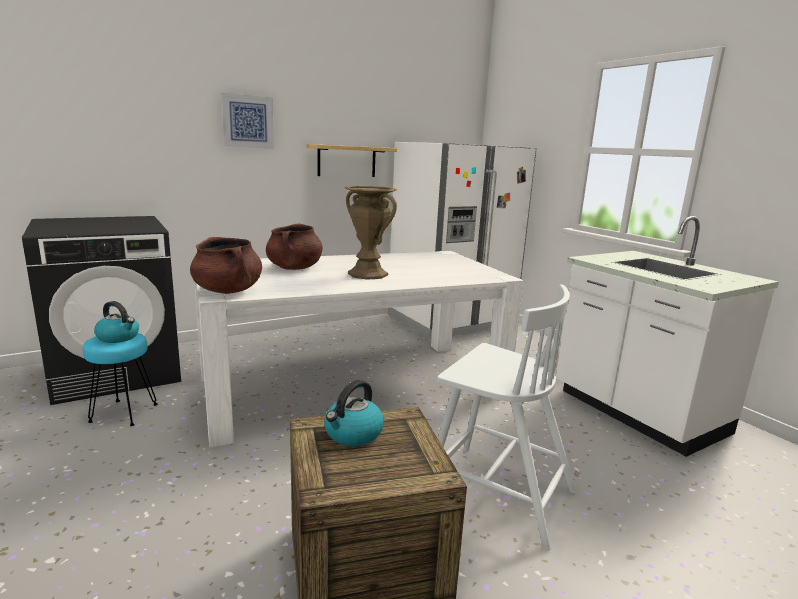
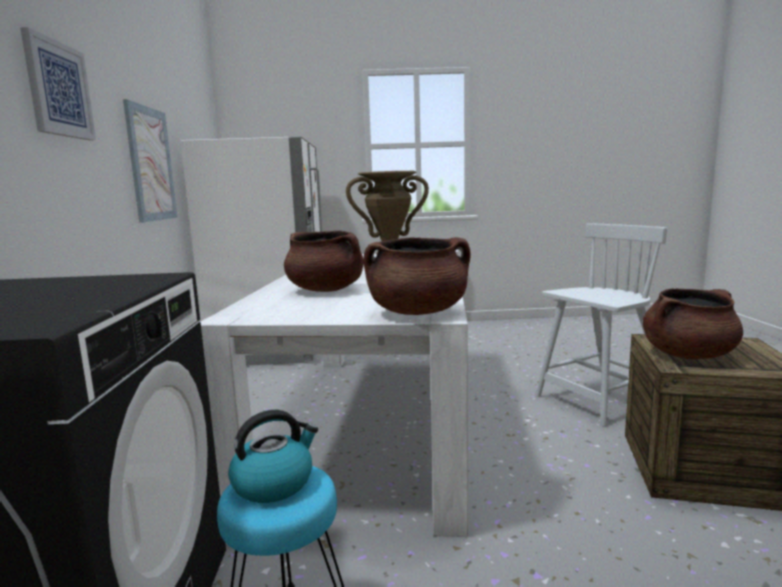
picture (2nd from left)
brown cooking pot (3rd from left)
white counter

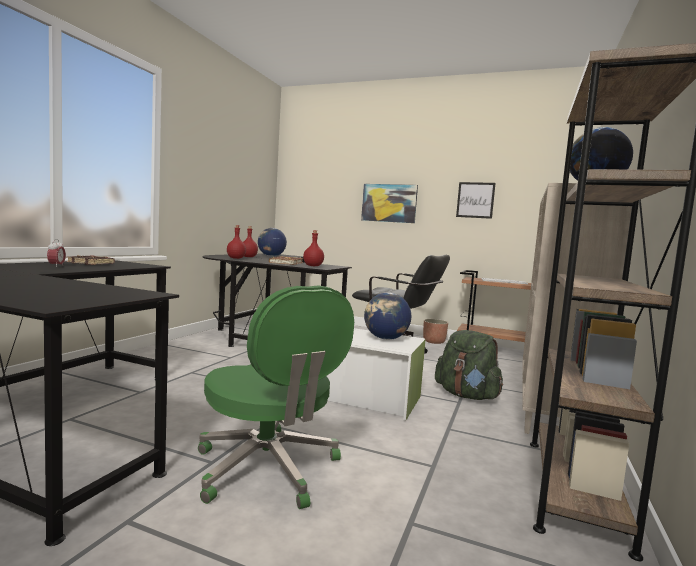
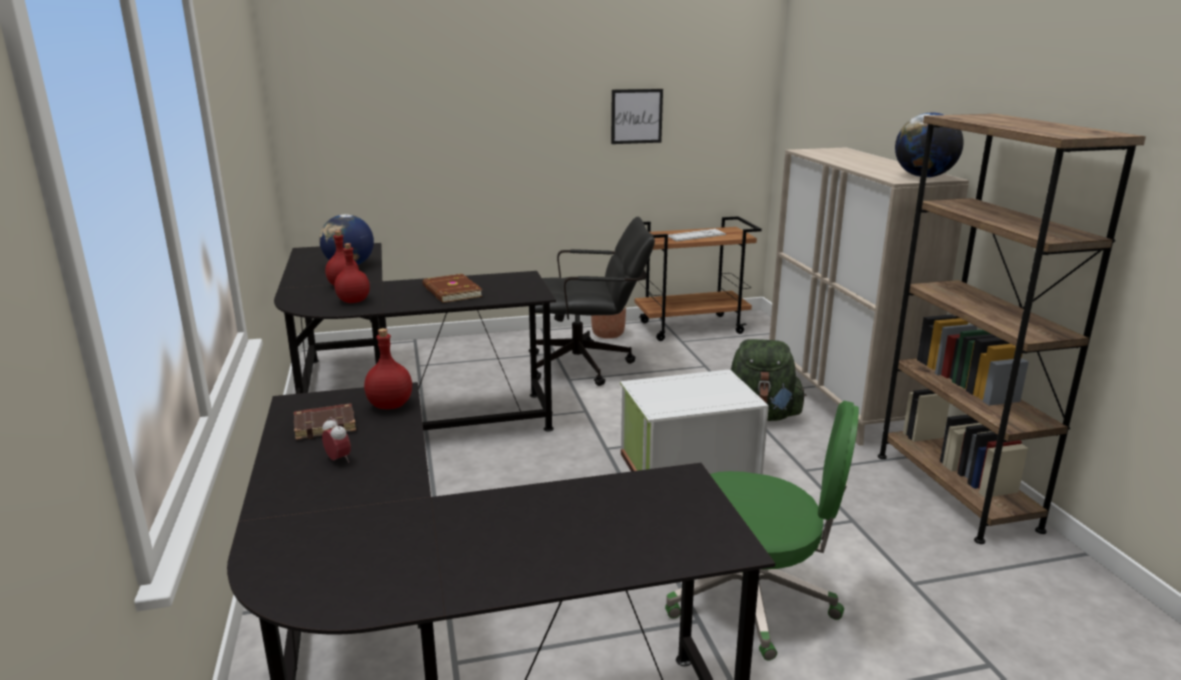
red bottle (3rd from left)
picture (1st from left in the first image)
globe (2nd from left in the first image)

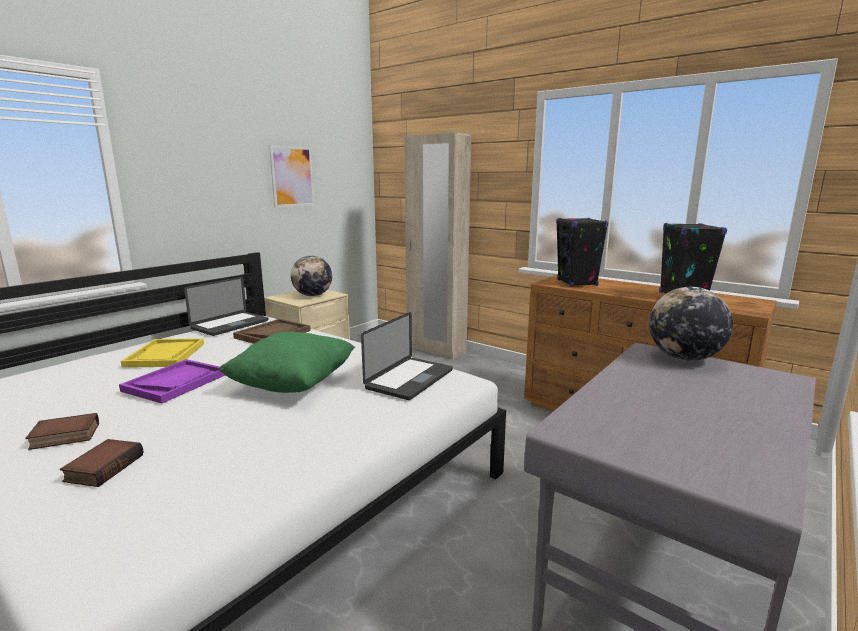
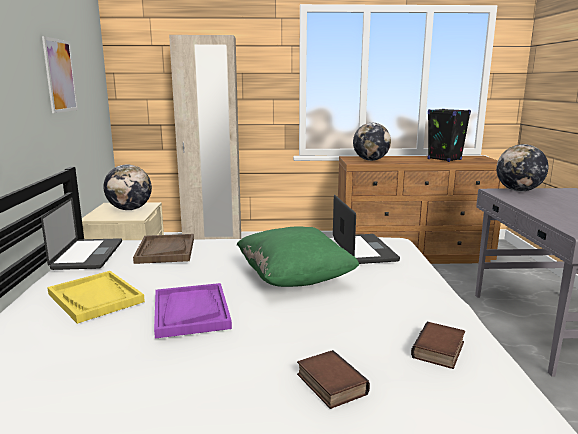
globe (2nd from left)
book (2nd from left)

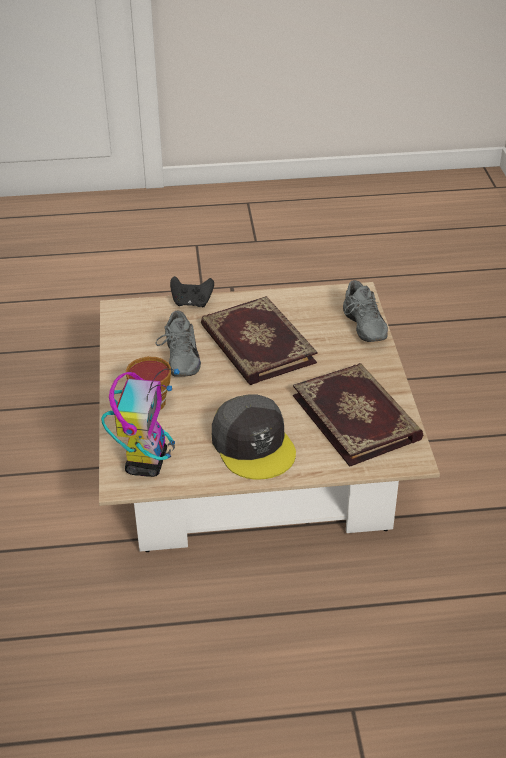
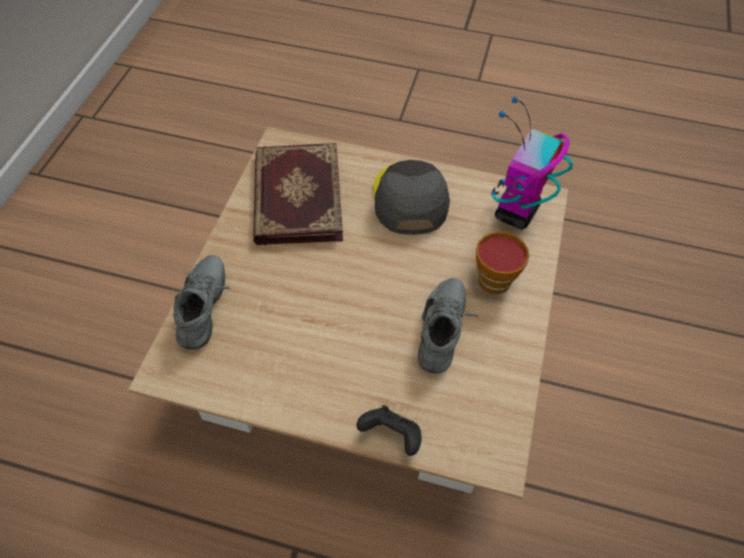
book (1st from left in the first image)

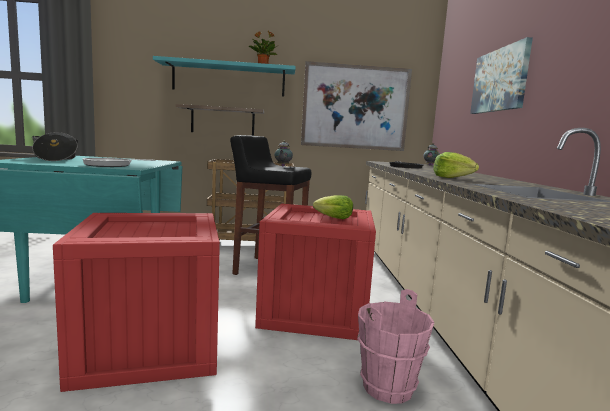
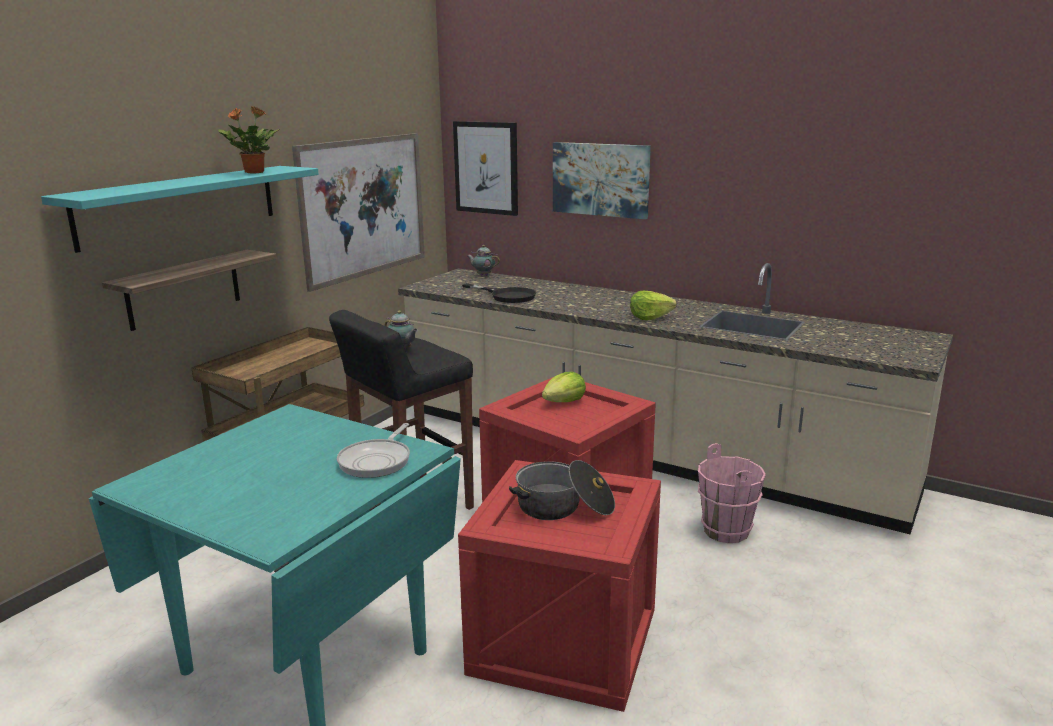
picture (2nd from left)
cooking pot

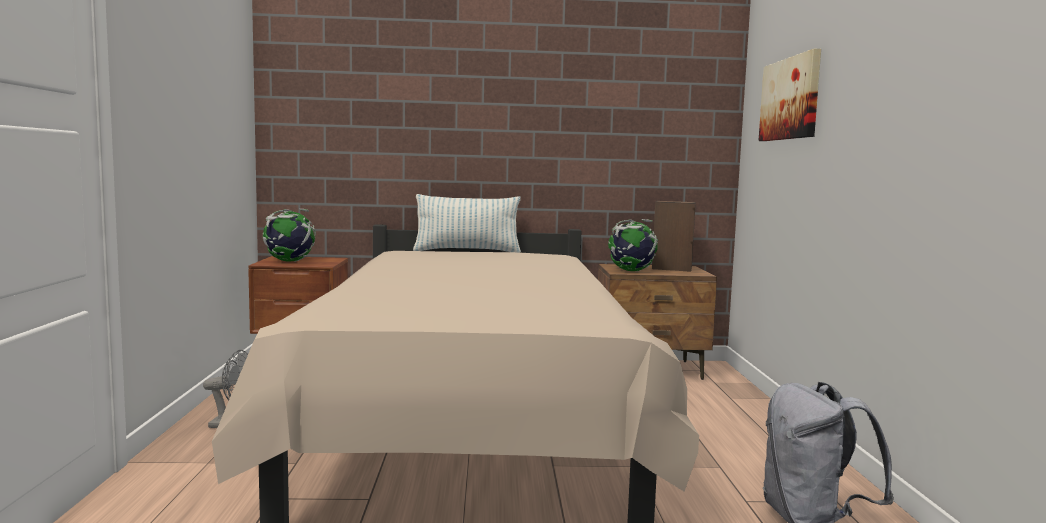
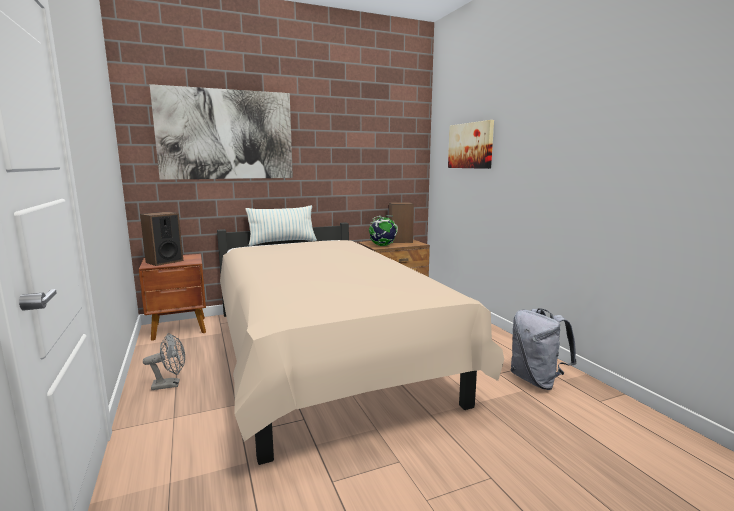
speaker (1st from left)
picture (1st from left)

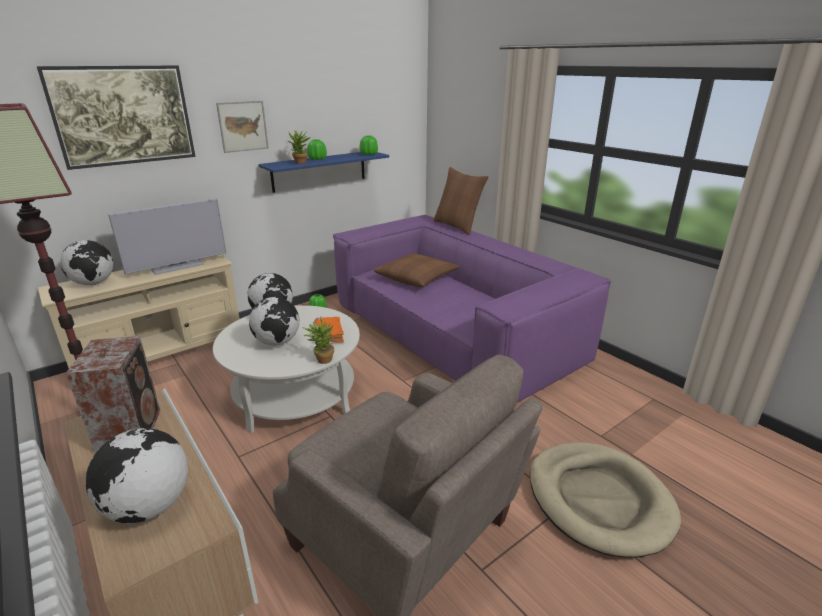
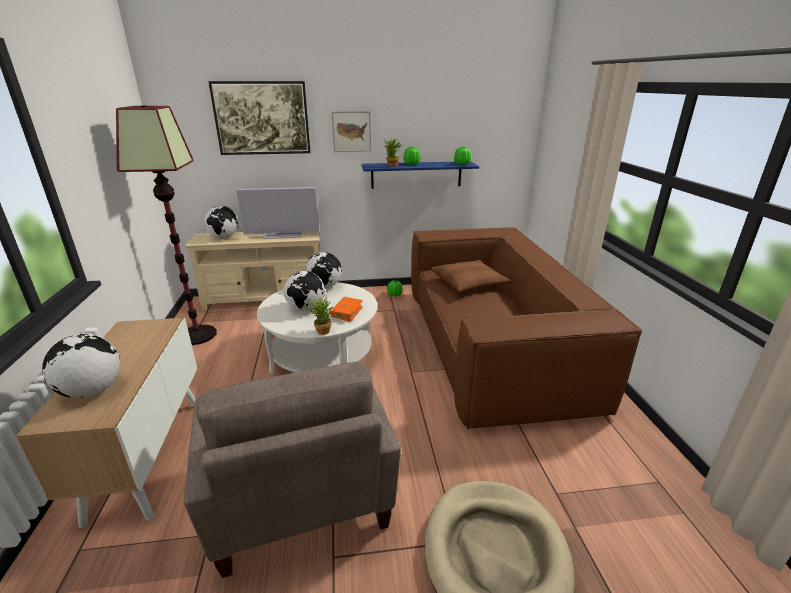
brown sofa
speaker
brown pillow (2nd from left in the first image)

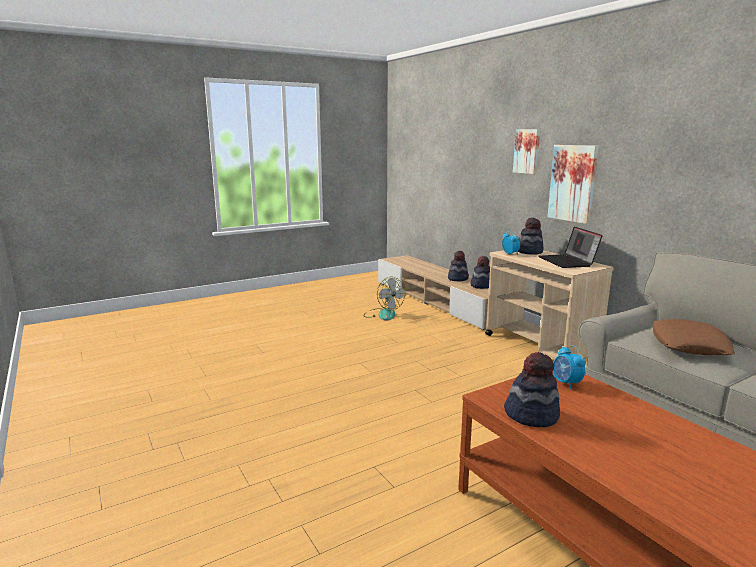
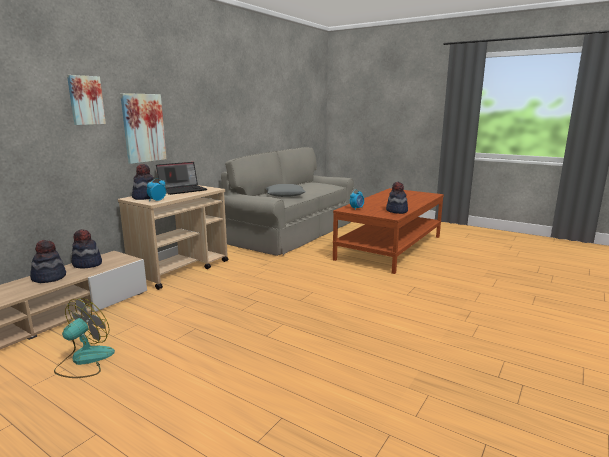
grey pillow

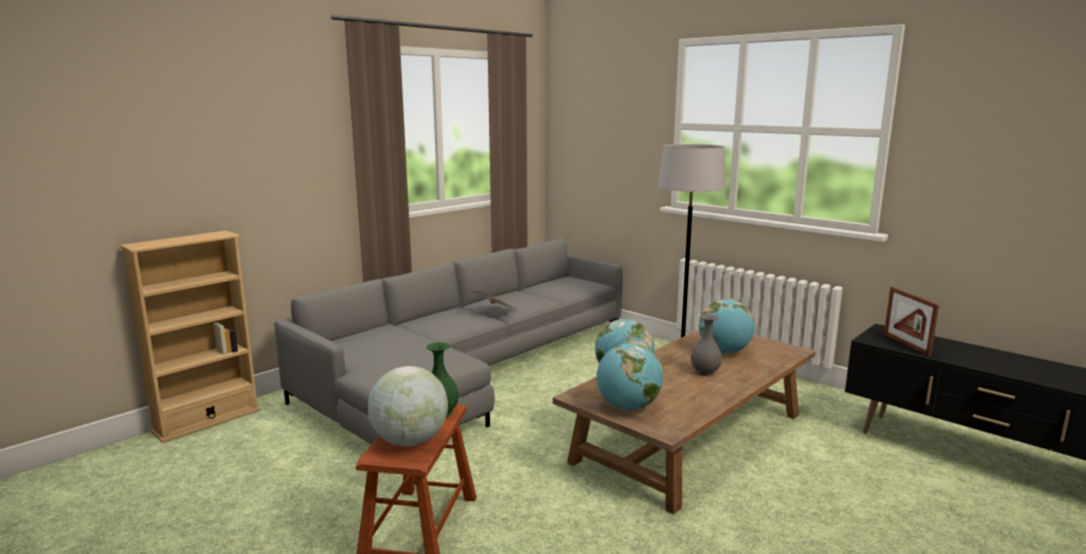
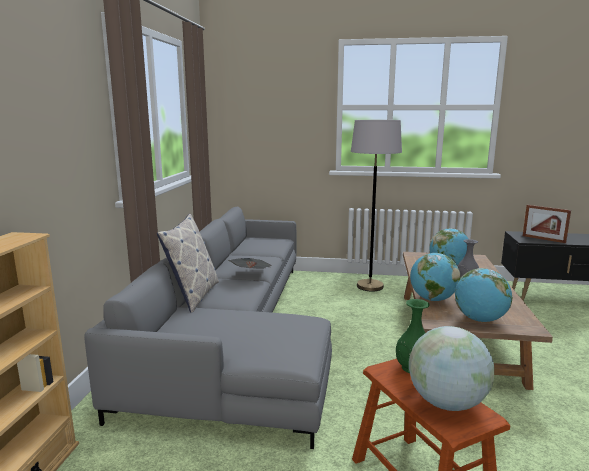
pillow

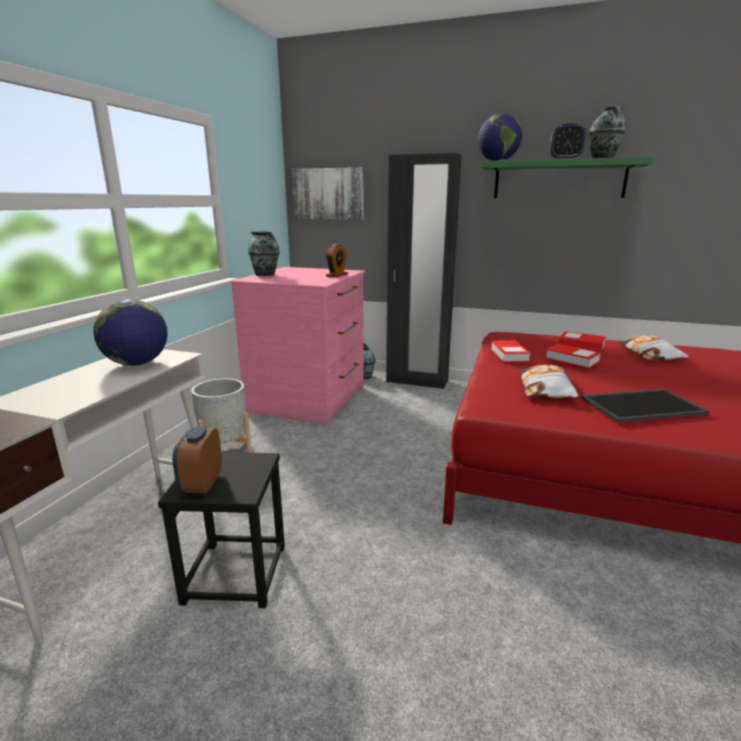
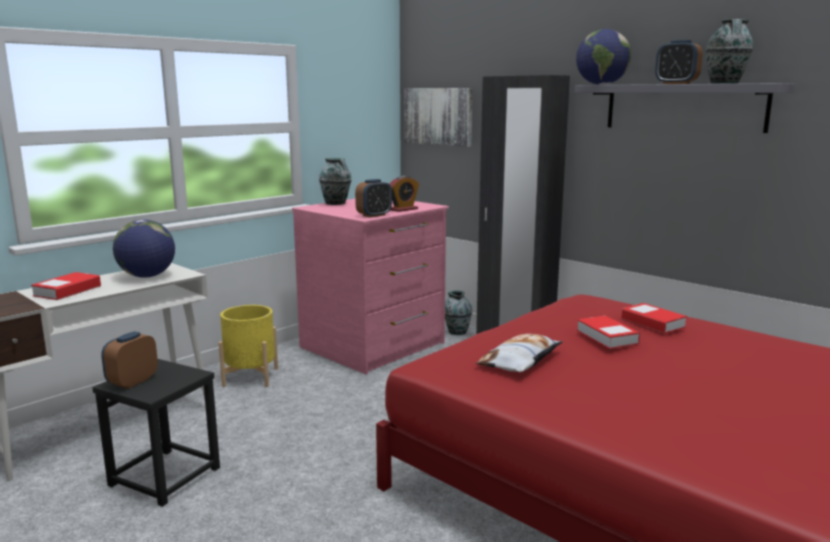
book (1st from left)
yellow planter
alarm clock (2nd from left)
grey shelf
tray
pillow (2nd from left in the first image)

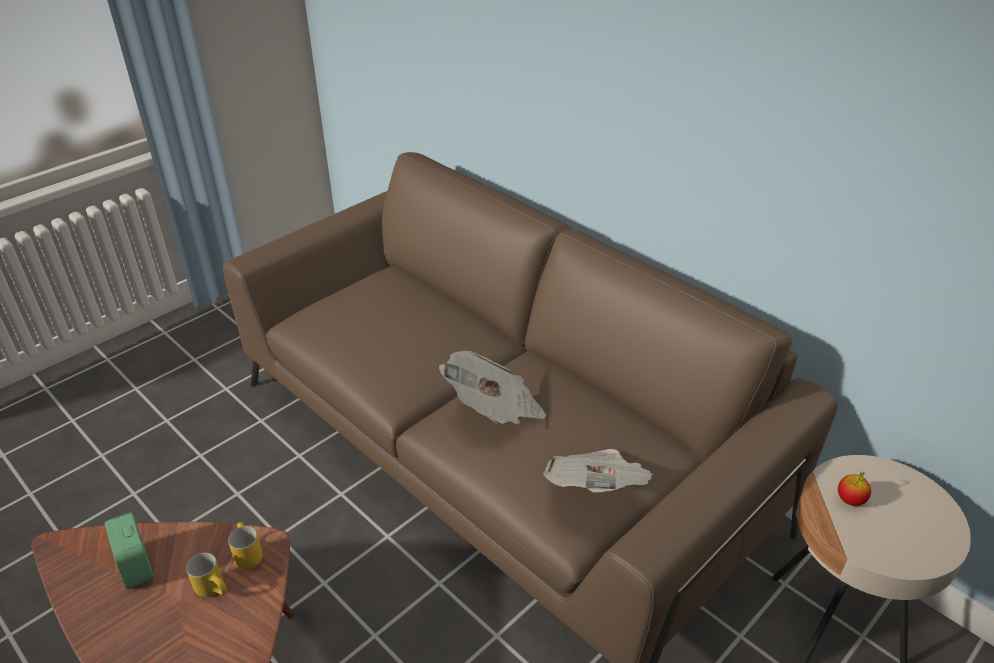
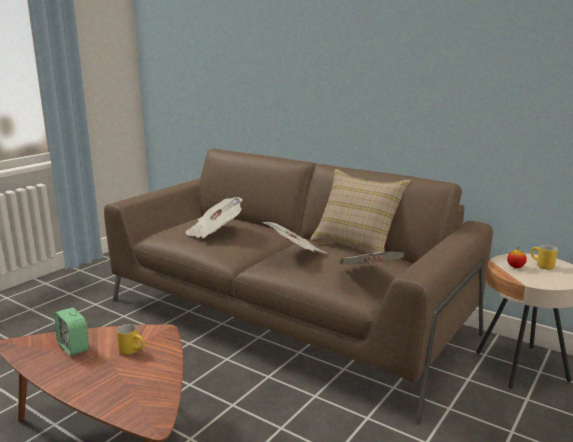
newspaper (1st from left)
beige pillow
yellow mug (2nd from left)

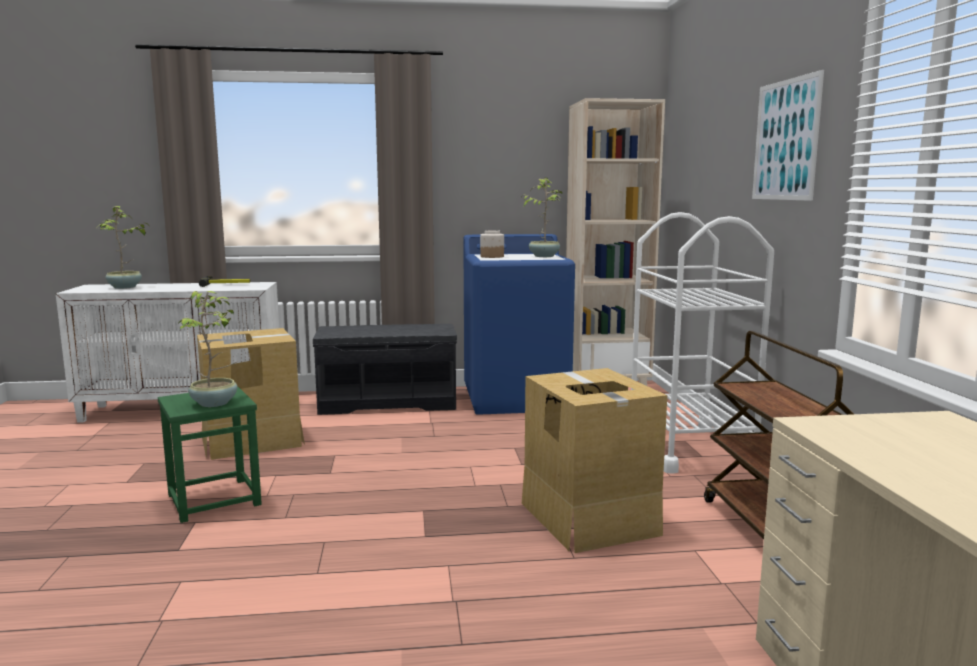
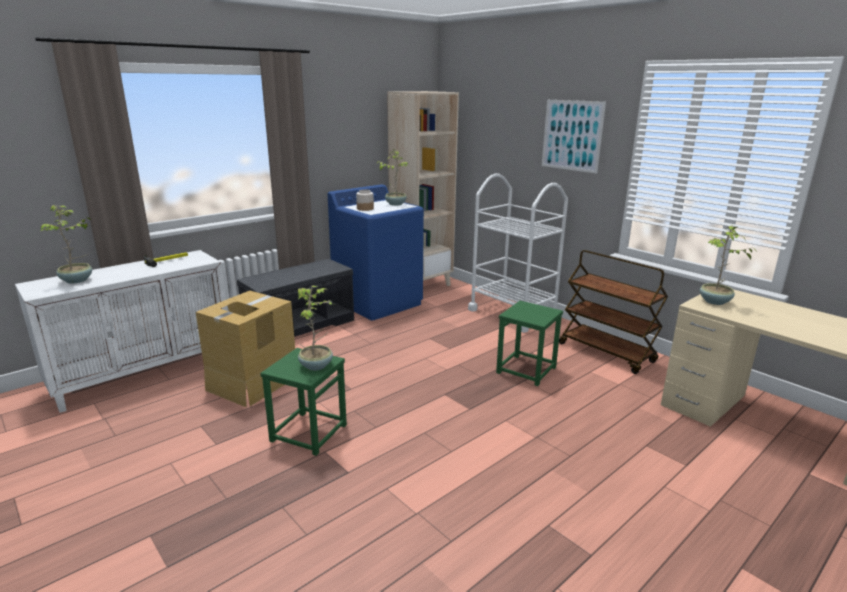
green stool (2nd from left)
potted plant (4th from left)

